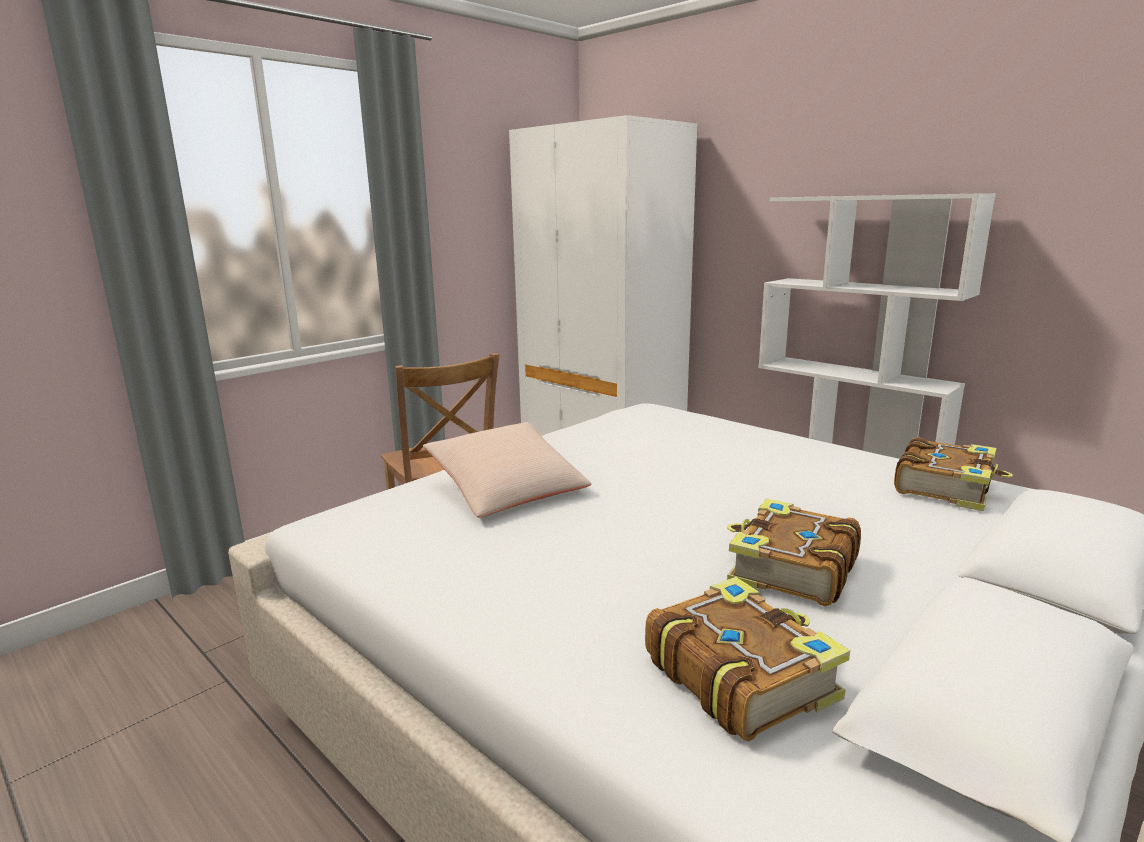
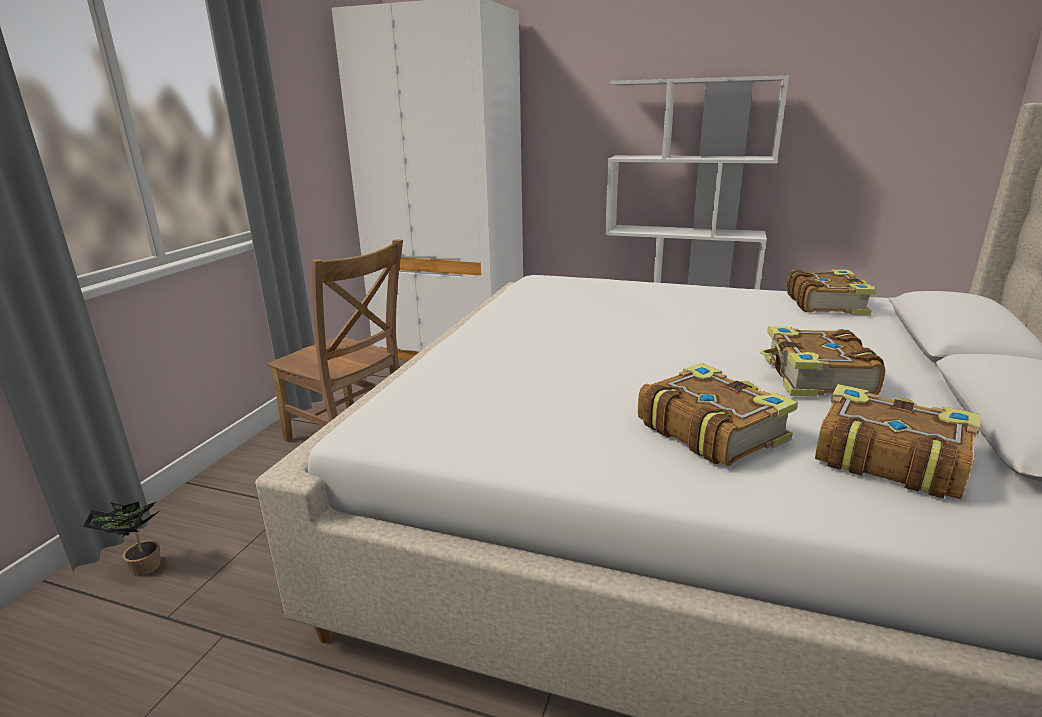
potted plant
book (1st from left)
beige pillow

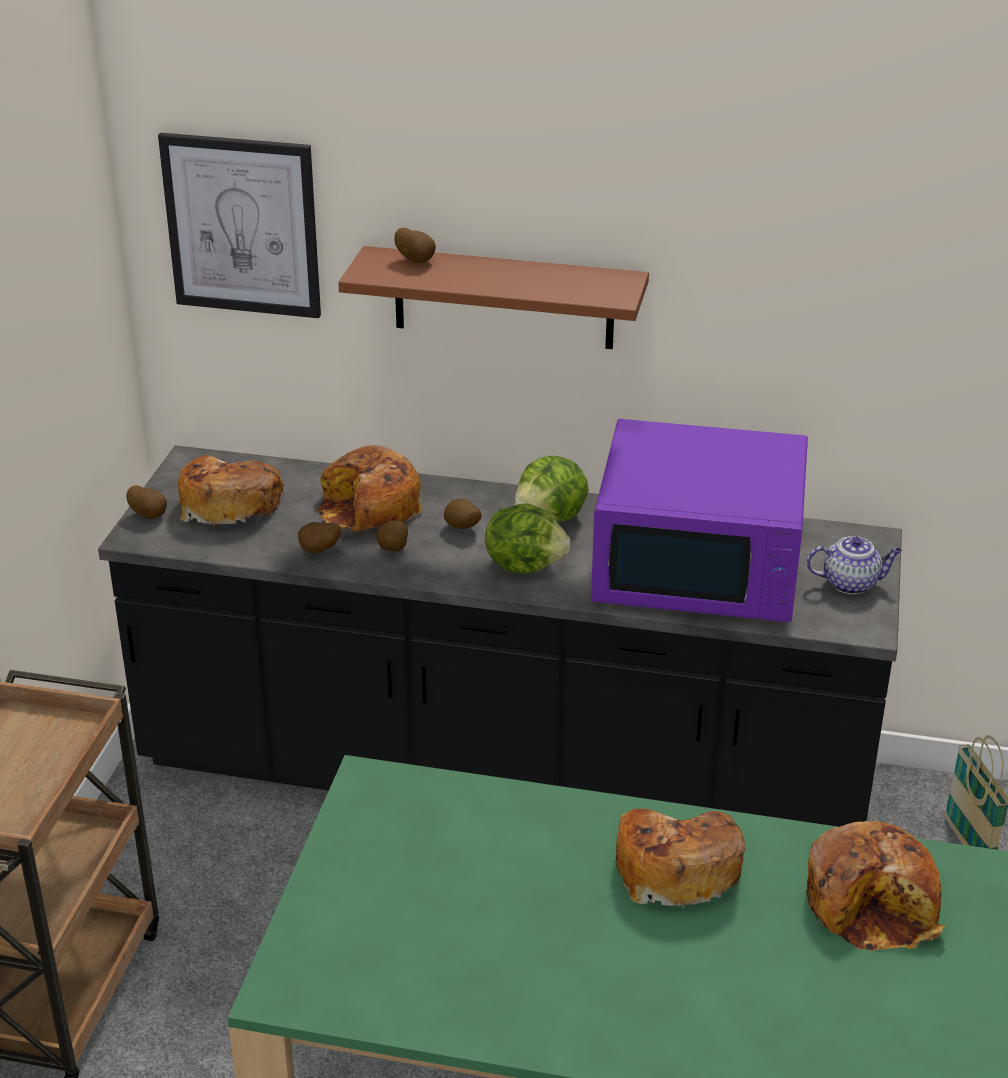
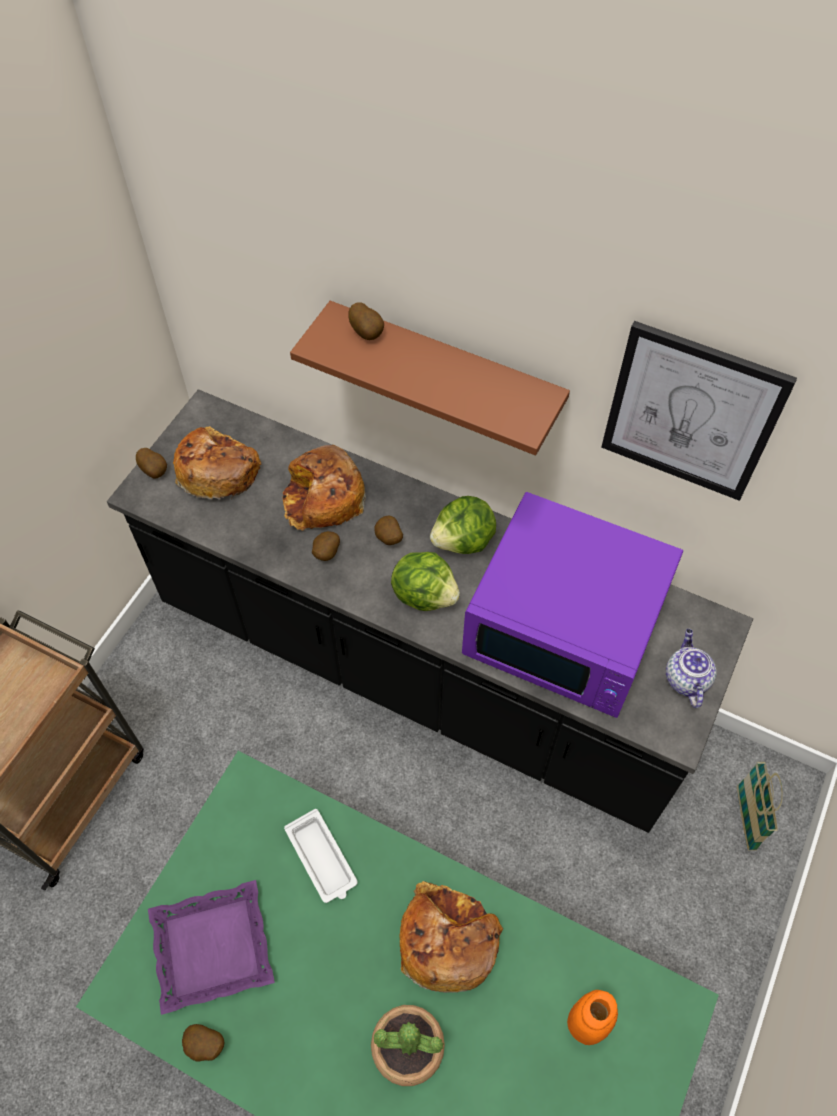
purple tray
potato (2nd from left)
white tray
potted plant
orange jar
picture
teapot

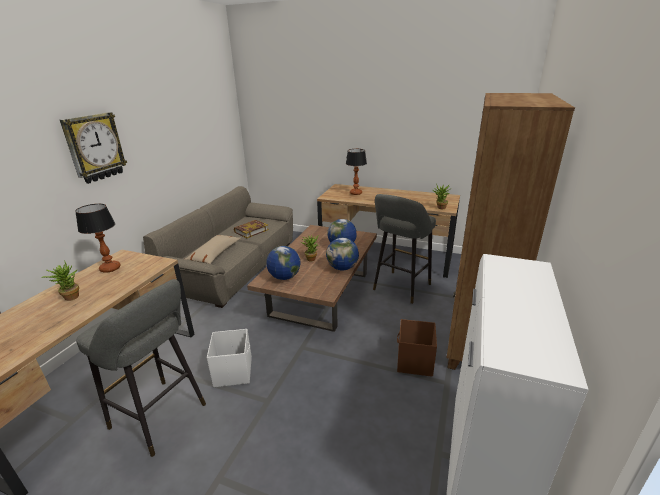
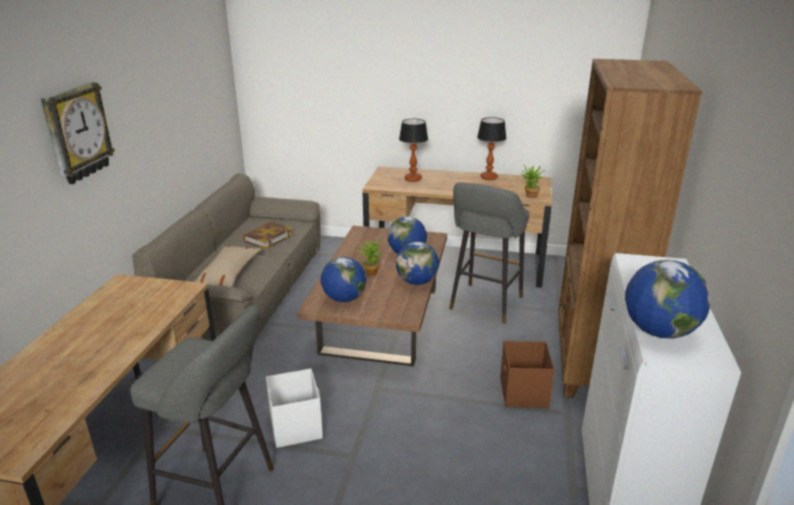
table lamp (2nd from left)
globe (4th from left)
potted plant (1st from left in the first image)

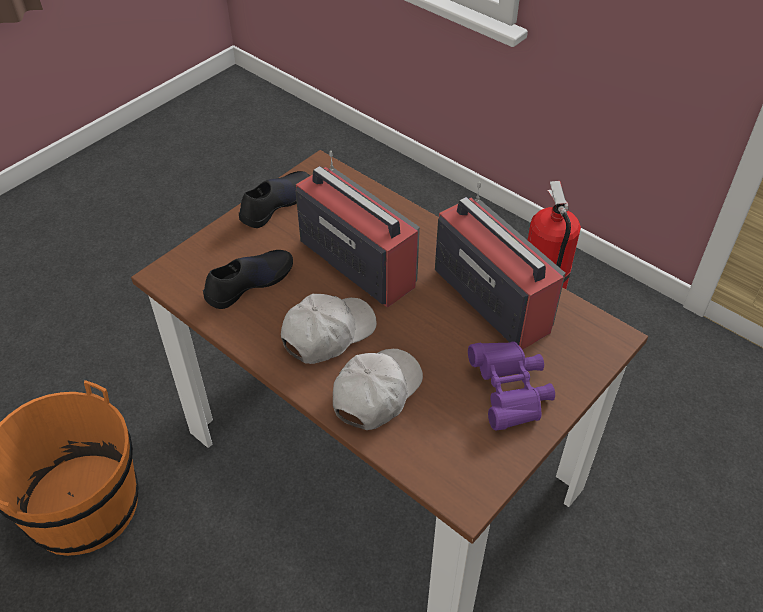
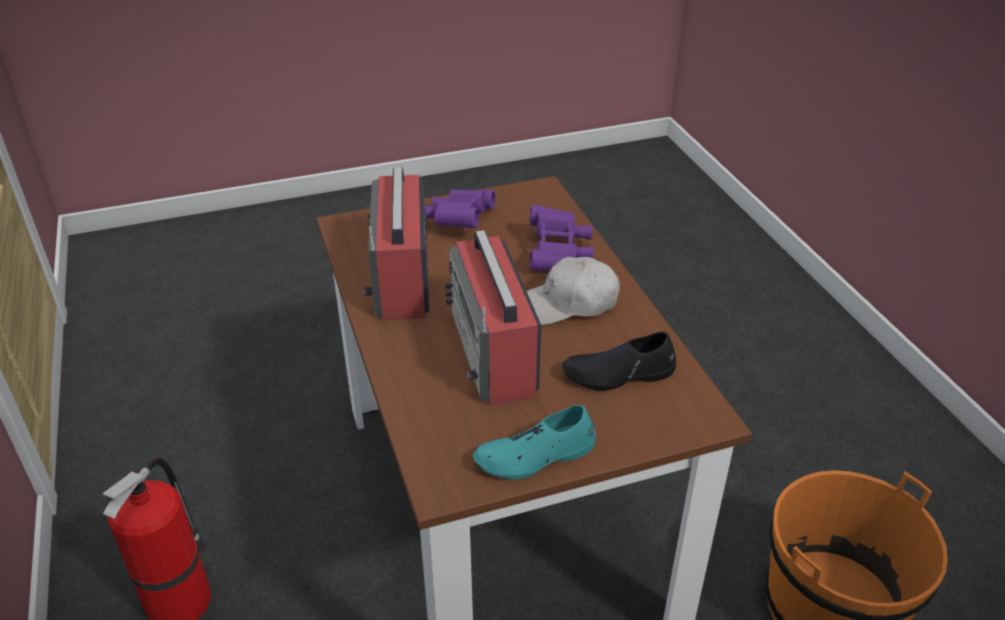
turquoise shoe
purple binoculars (2nd from left)

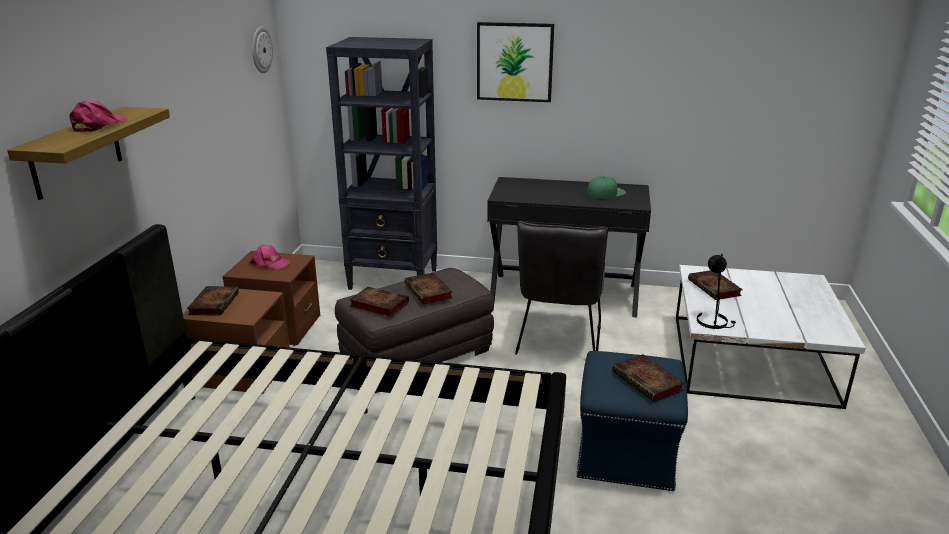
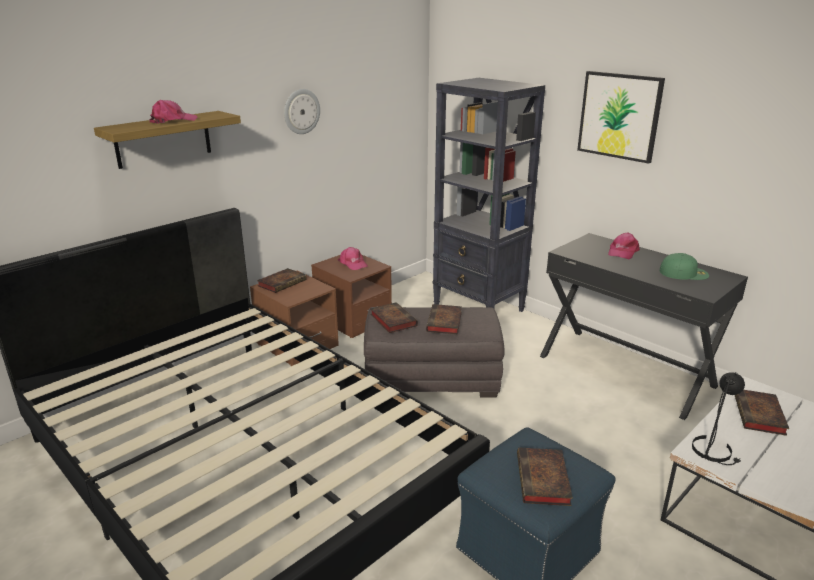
wall clock
pink cap (3rd from left)
grey chair

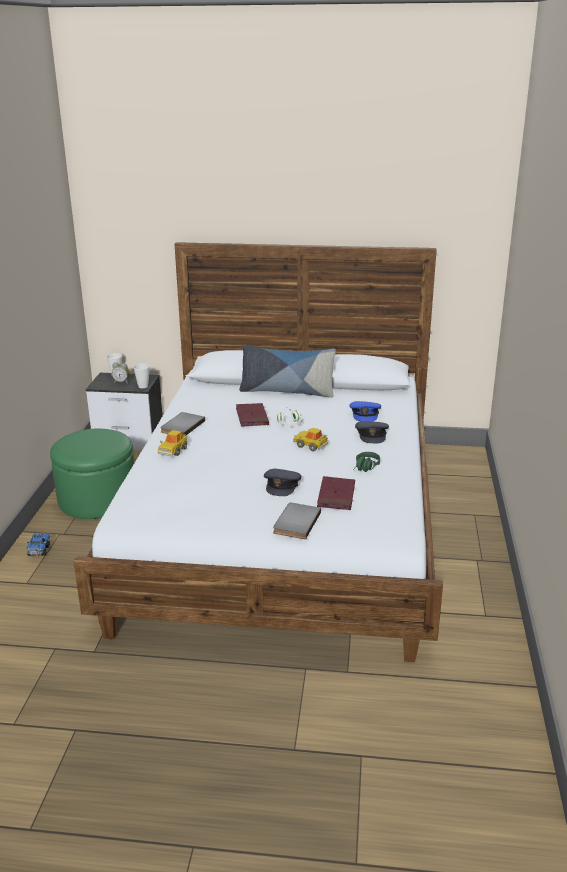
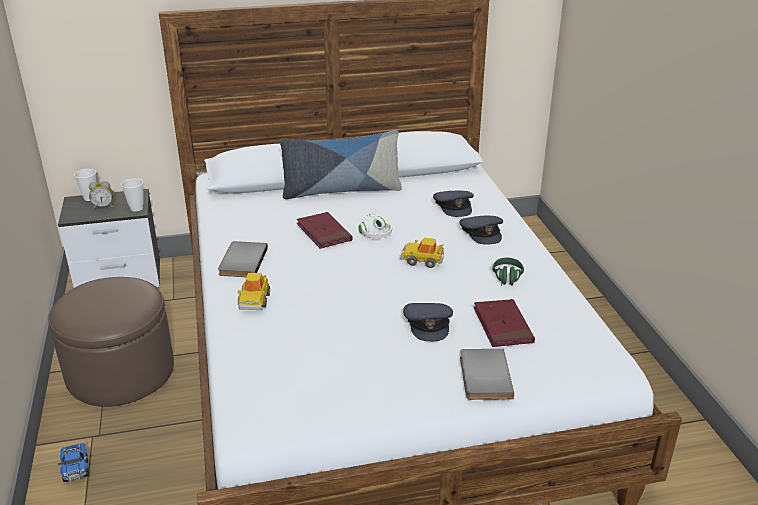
brown ottoman
grey cap (2nd from left)

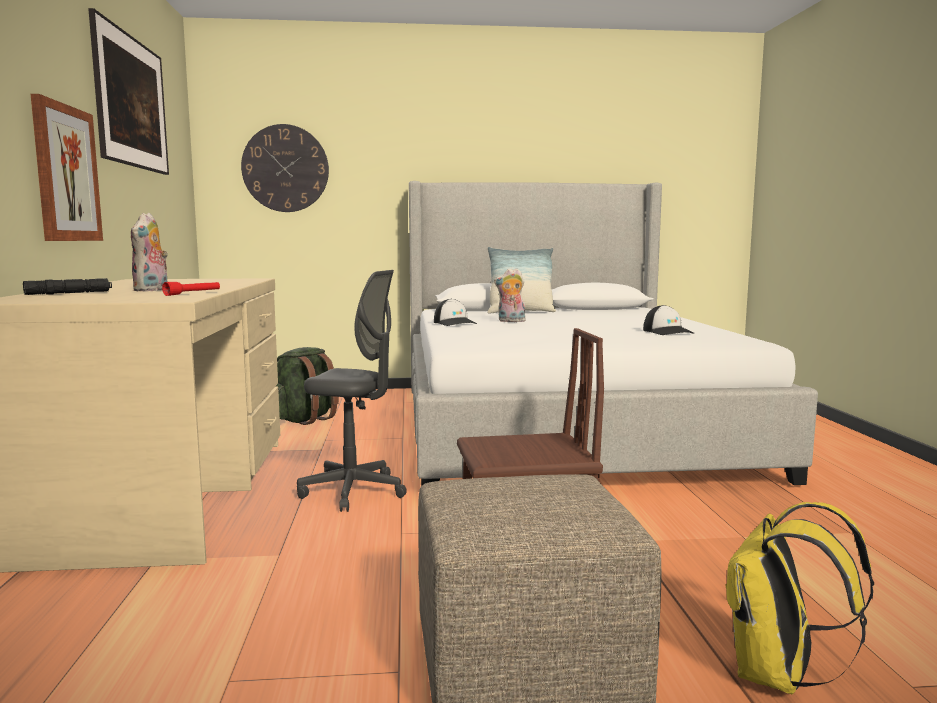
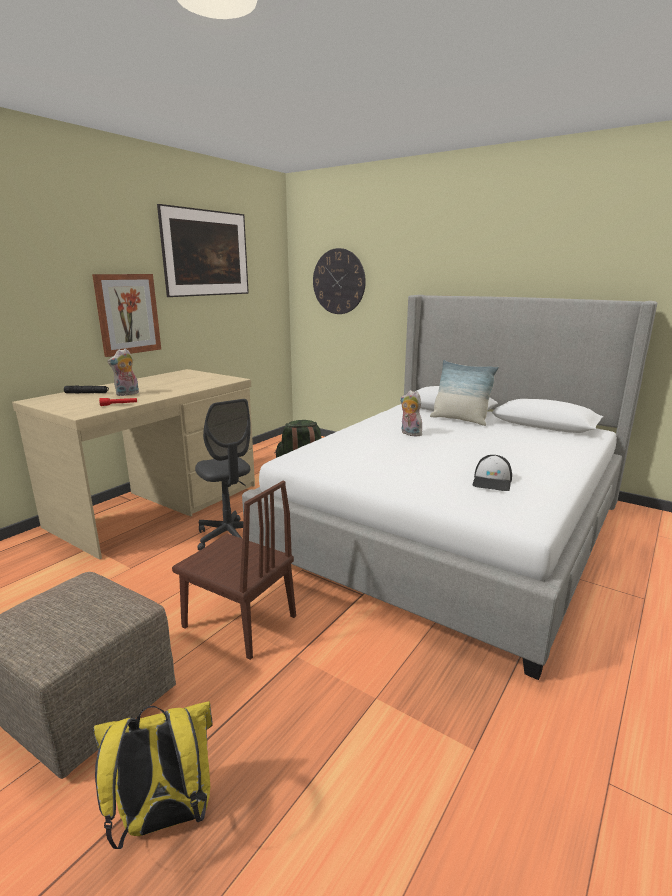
cap (1st from left in the first image)

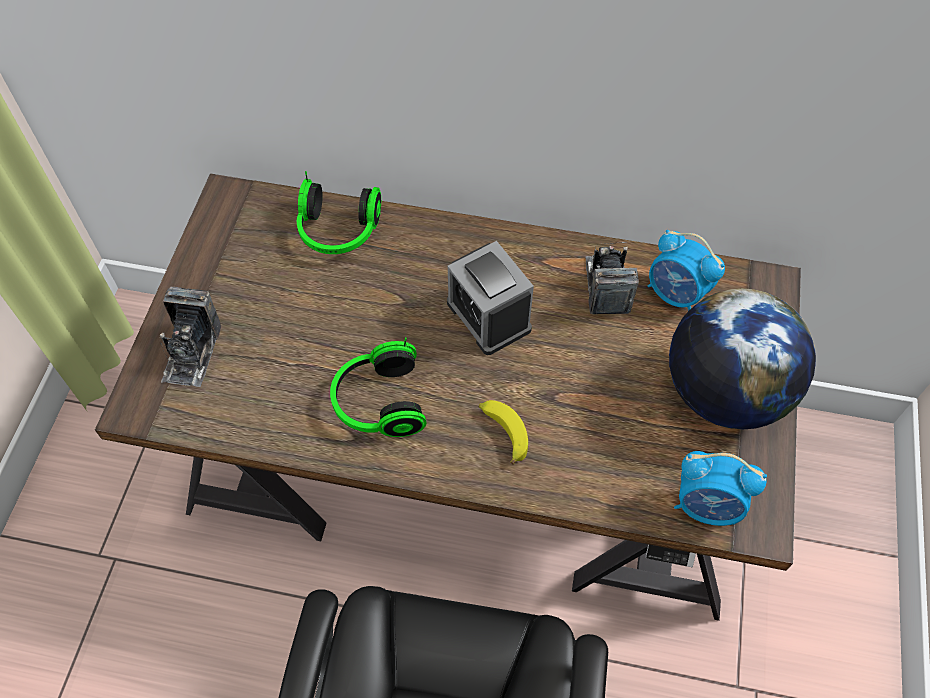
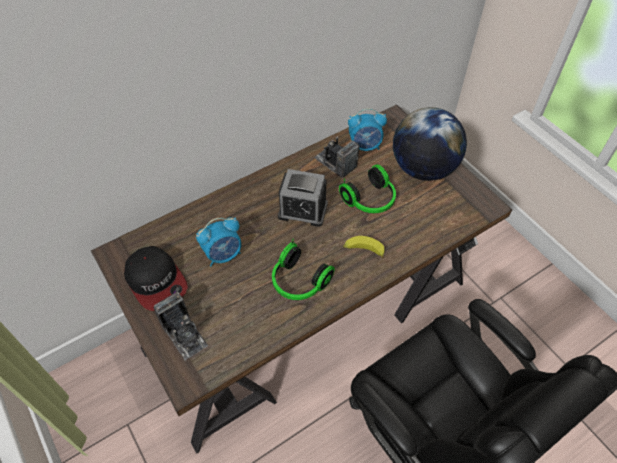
cap
alarm clock (1st from left)
headphones (2nd from left)

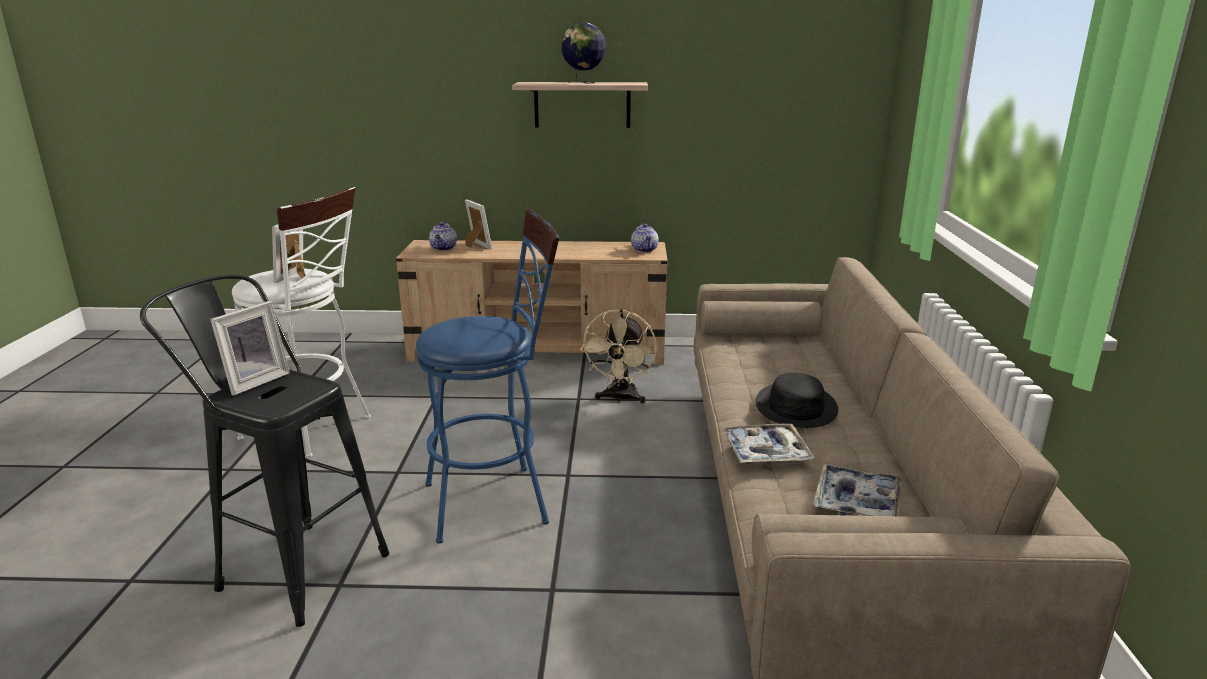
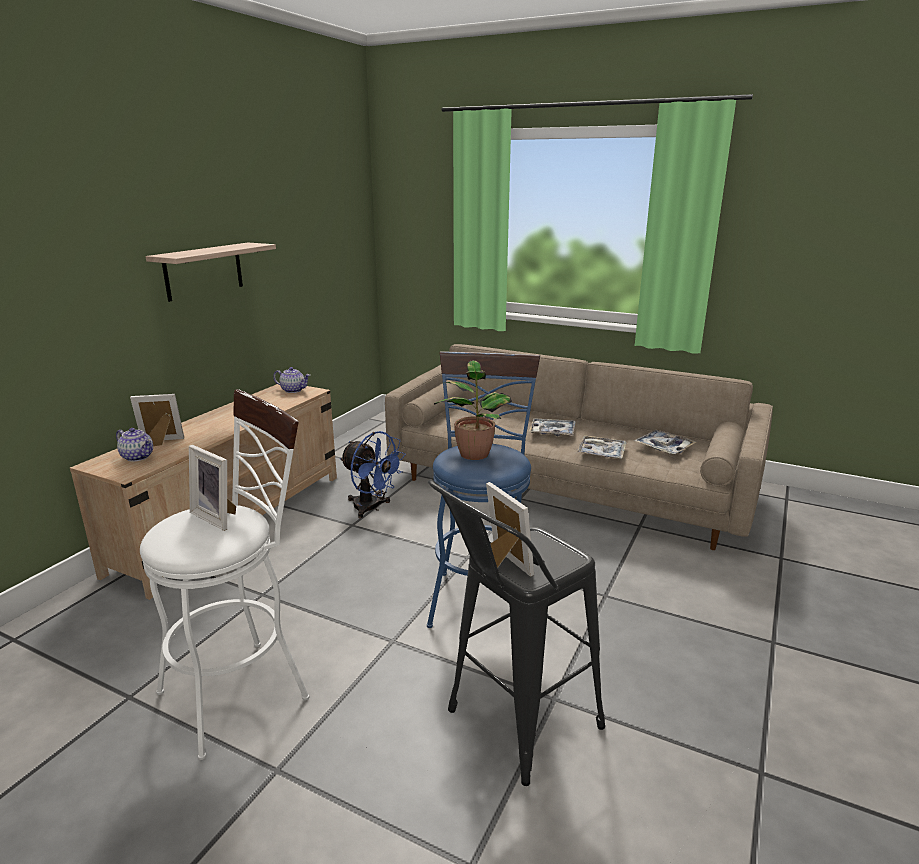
blue fan
potted plant
tray (1st from left)
globe

